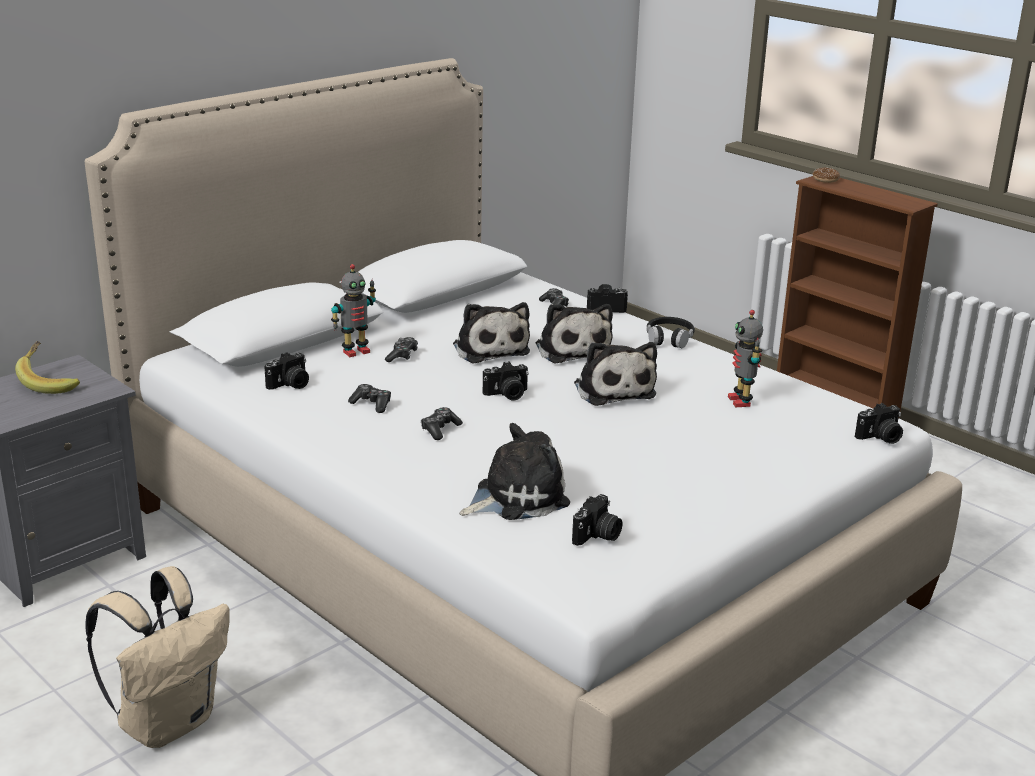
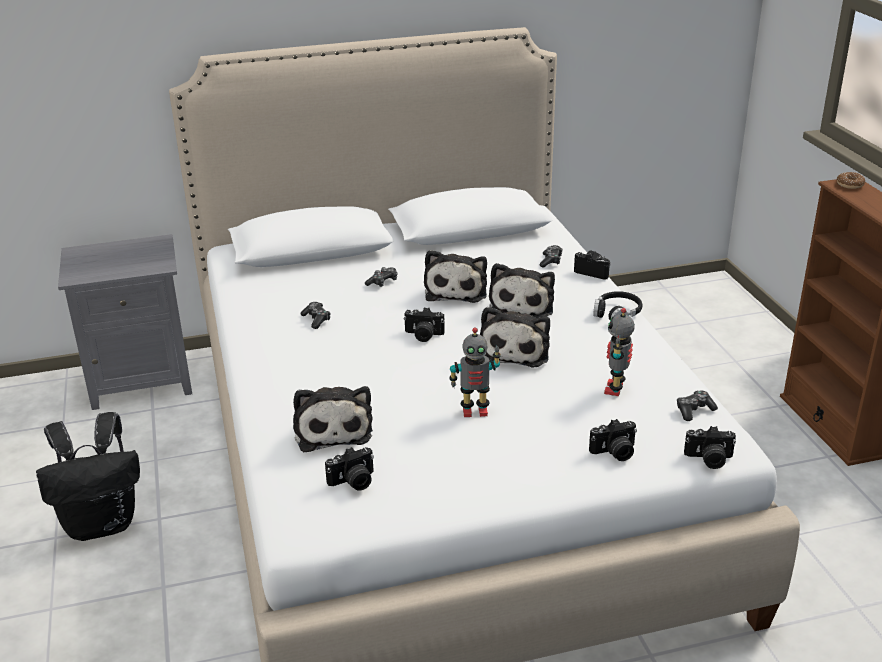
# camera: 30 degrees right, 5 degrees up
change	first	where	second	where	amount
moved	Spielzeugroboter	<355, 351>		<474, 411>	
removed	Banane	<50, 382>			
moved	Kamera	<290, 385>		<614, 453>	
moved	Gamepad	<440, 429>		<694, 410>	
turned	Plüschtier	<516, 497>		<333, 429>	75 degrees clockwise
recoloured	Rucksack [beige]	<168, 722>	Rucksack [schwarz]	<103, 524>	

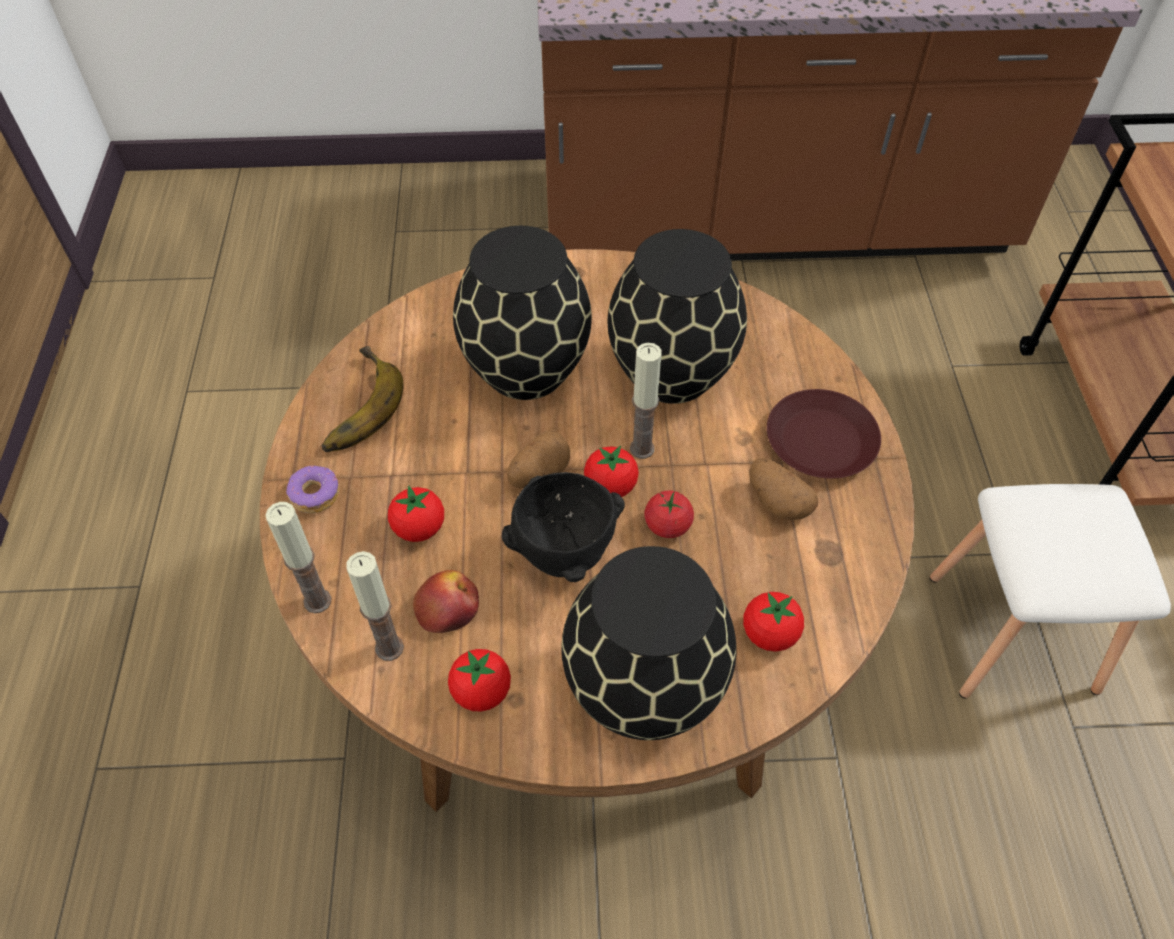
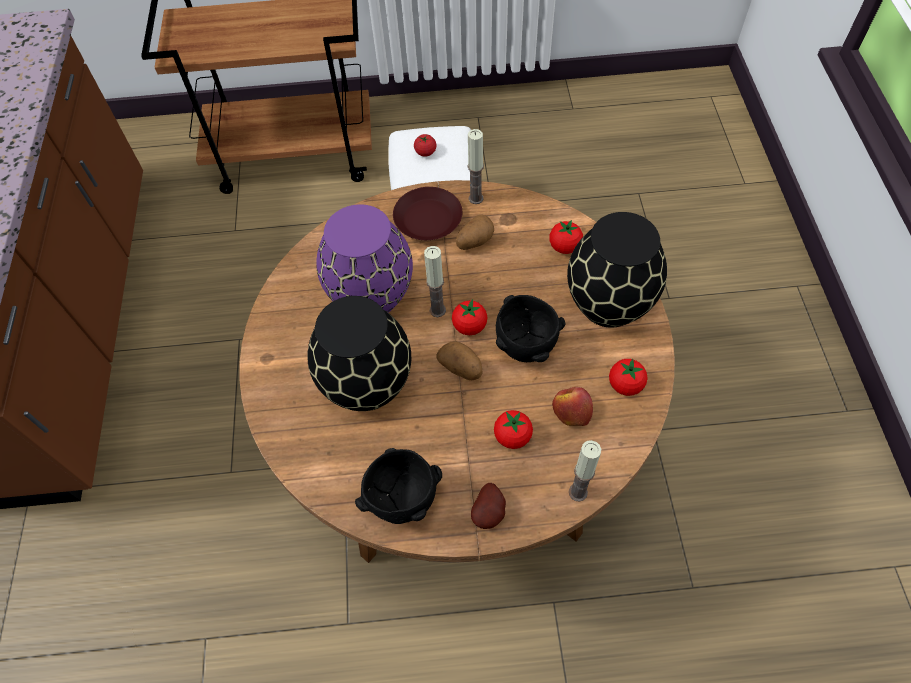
# camera: 90 degrees left, 5 degrees up
change	first	where	second	where	amount
recoloured	Vase [schwarz]	<670, 372>	Vase [lila]	<370, 296>	
replaced	Banane	<353, 406>	Schüssel [schwarz]	<404, 500>	
replaced	Donut	<314, 494>	Kartoffel	<490, 512>	
moved	Tomate	<667, 525>		<425, 152>	
moved	Kerze	<389, 648>		<476, 198>	

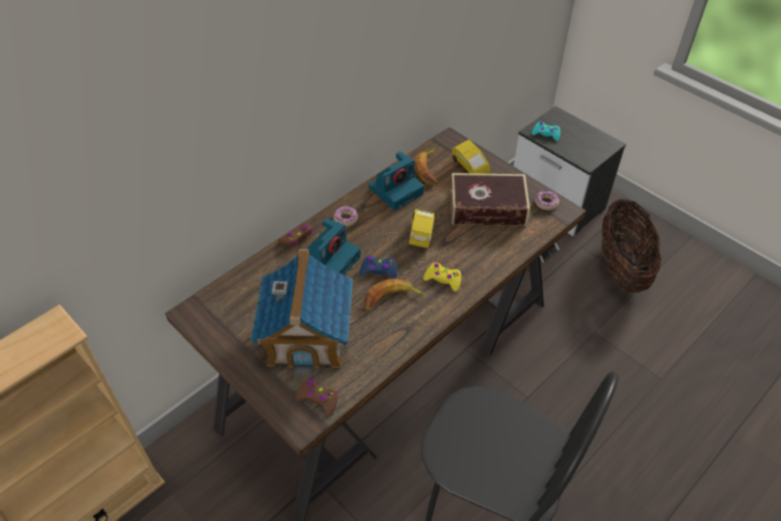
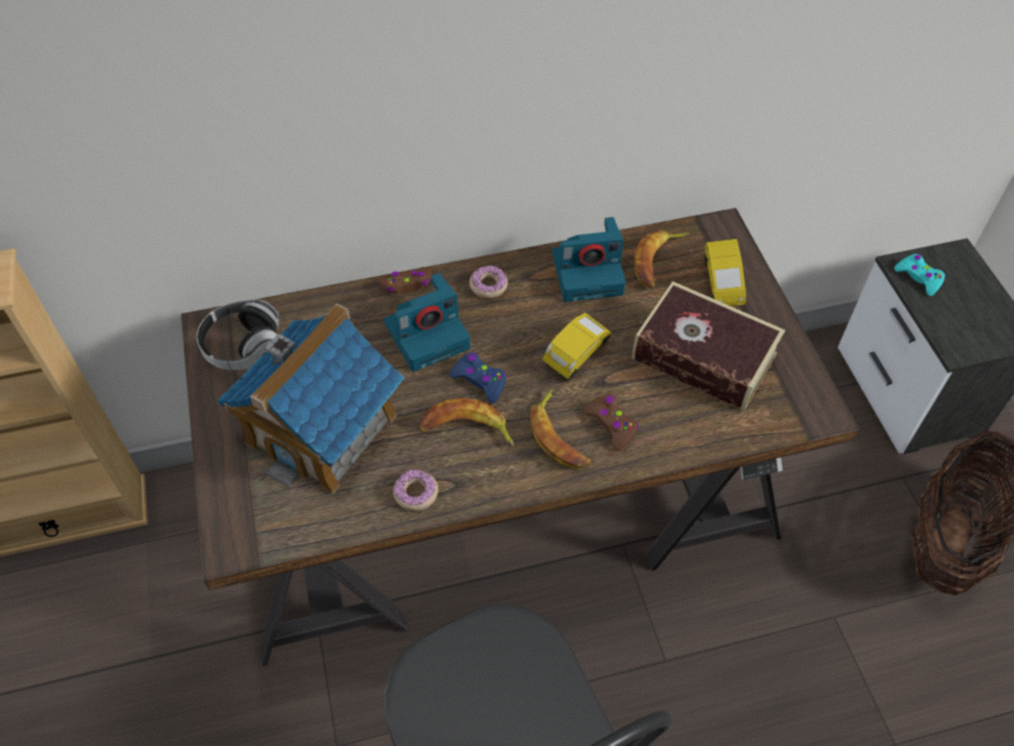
# camera: 30 degrees right, 5 degrees up
change	first	where	second	where	amount
moved	Donut	<546, 203>		<416, 493>	
replaced	Gamepad [gelb]	<443, 279>	Banane	<559, 436>	
moved	Gamepad [braun]	<318, 399>		<611, 425>	
added			Kopfhörer	<243, 347>	

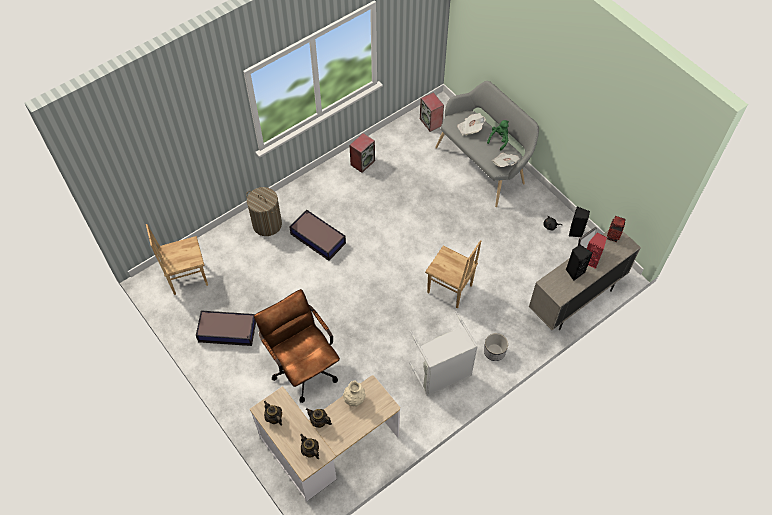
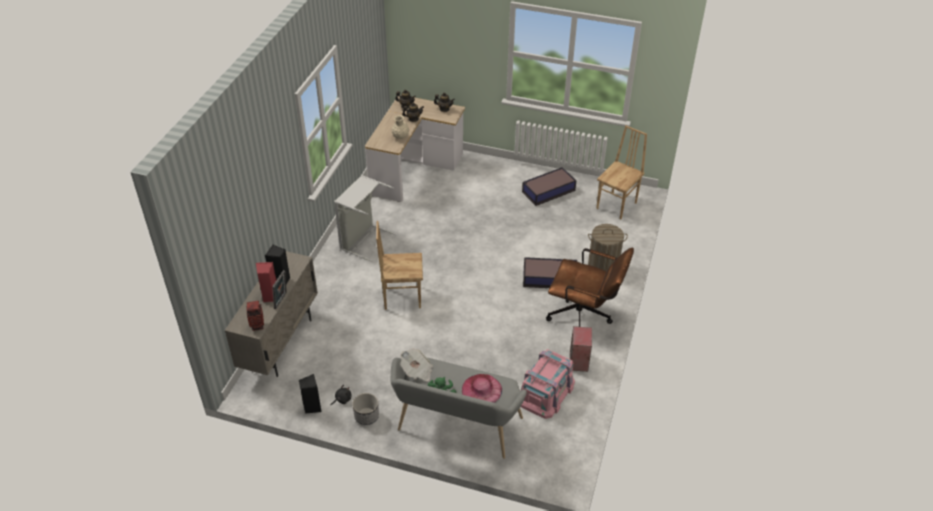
# camera: 145 degrees right, 15 degrees down
change	first	where	second	where	amount
removed	Lautsprecher	<431, 122>			
replaced	Zeitung	<470, 129>	Hut [rosa]	<481, 390>	
moved	Bürostuhl [braun]	<302, 365>		<584, 316>	
moved	Pflanzkübel	<494, 352>		<366, 416>	
added			Aufbewahrungsbox [rosa]	<546, 392>	

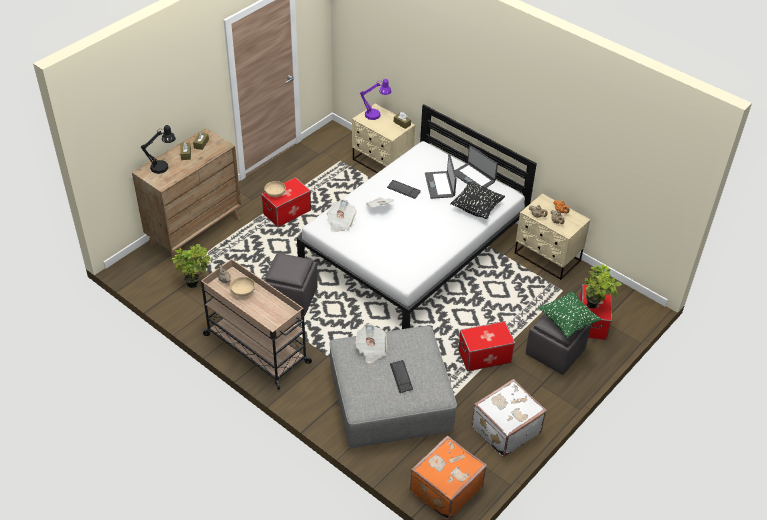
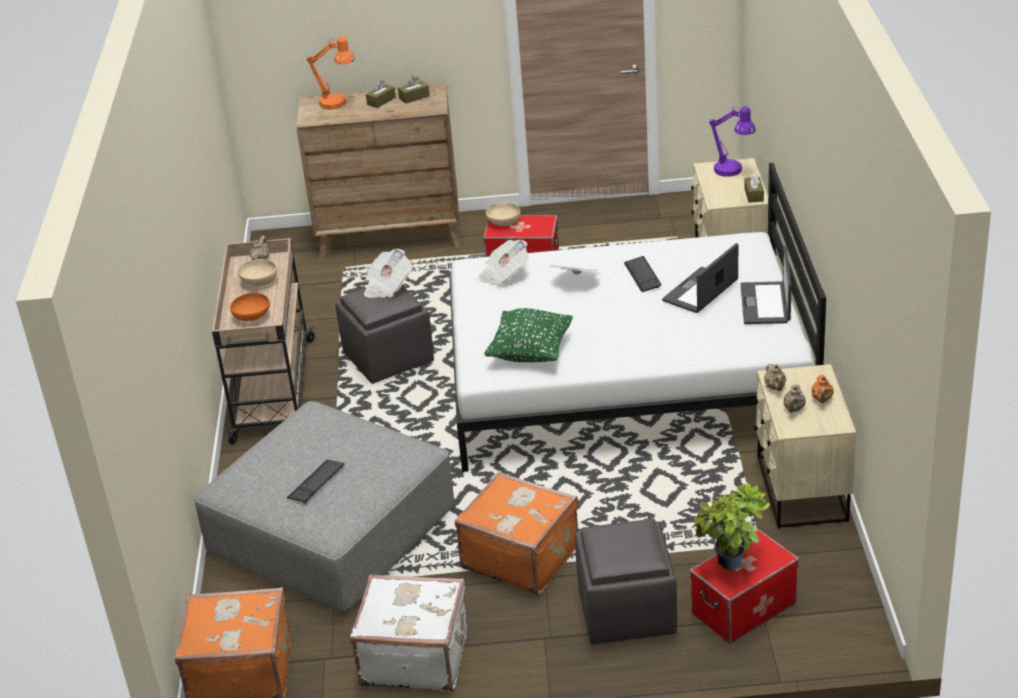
# camera: 50 degrees right, 10 degrees down
change	first	where	second	where	amount
recoloured	Tischlampe [schwarz]	<163, 167>	Tischlampe [orange]	<338, 104>	
removed	Kissen [schwarz]	<476, 208>			
removed	Topfpflanze	<195, 282>			
moved	Kissen [grün]	<567, 322>		<530, 353>	
replaced	Aufbewahrungsbox	<484, 356>	Koffer [orange]	<521, 556>	
moved	Zeitung	<371, 350>		<387, 286>	
added			Schüssel [orange]	<252, 317>	

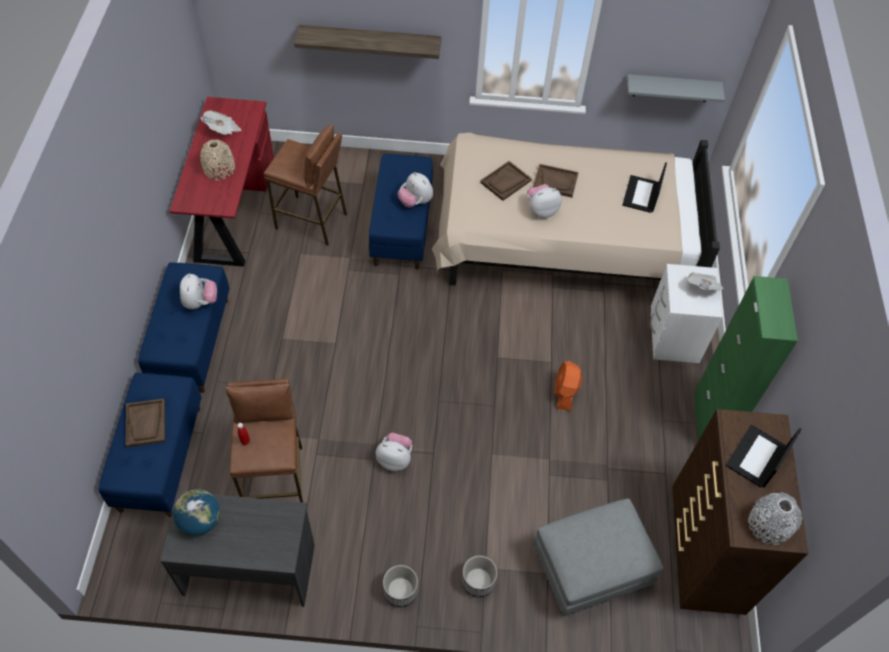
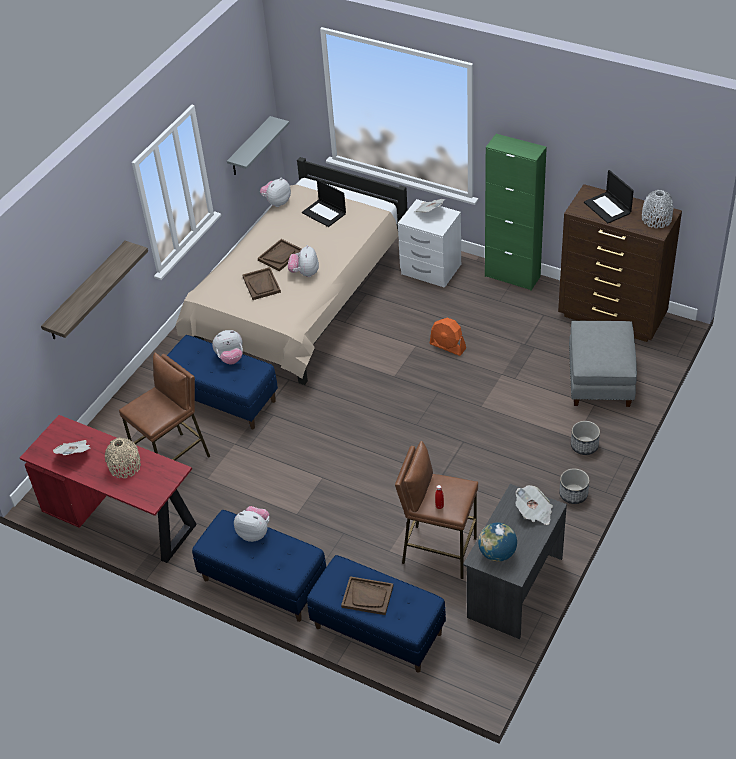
# camera: 60 degrees left, 10 degrees down
change	first	where	second	where	amount
moved	Plüschtier	<395, 459>		<276, 202>	
added			Zeitung	<534, 512>	

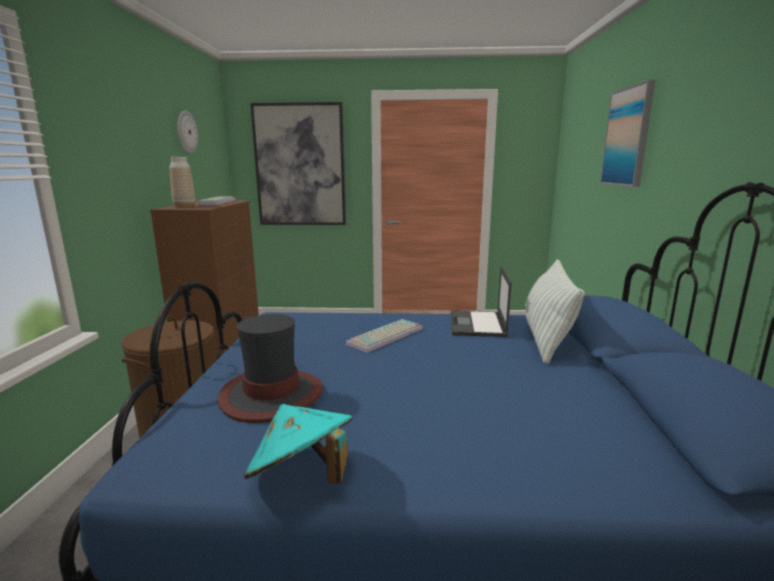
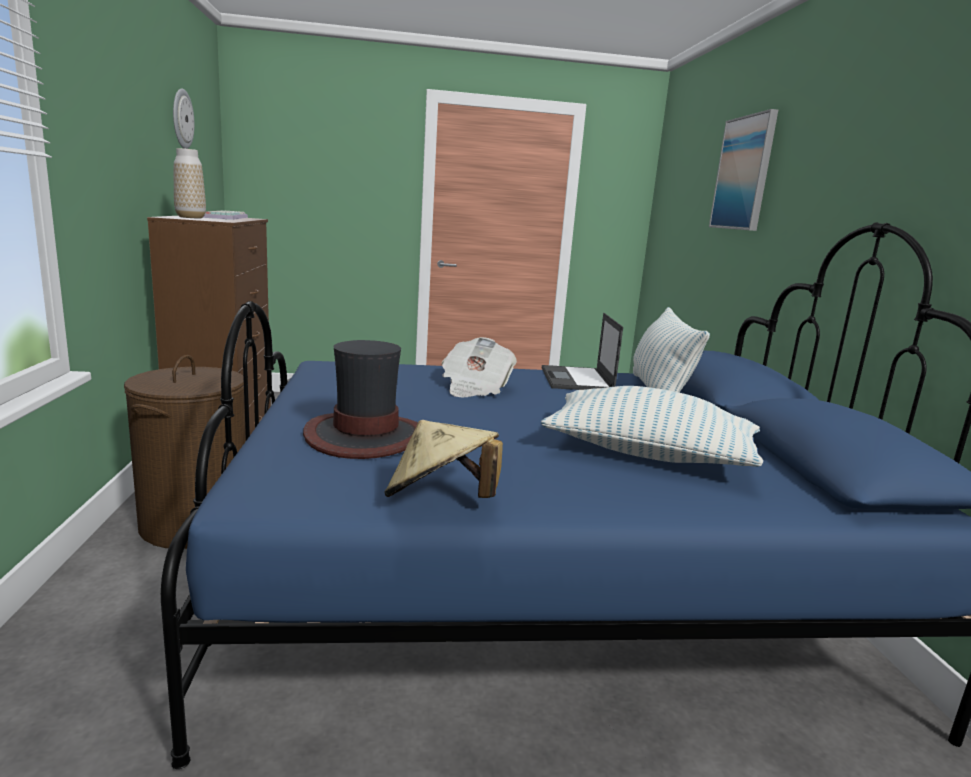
# camera: 10 degrees left, 0 degrees up
change	first	where	second	where	amount
removed	Bild	<300, 165>			
replaced	Tastatur	<386, 337>	Zeitung	<475, 388>	
recoloured	Hut [türkis]	<302, 477>	Hut [beige]	<441, 501>	
added			Kissen	<647, 454>	

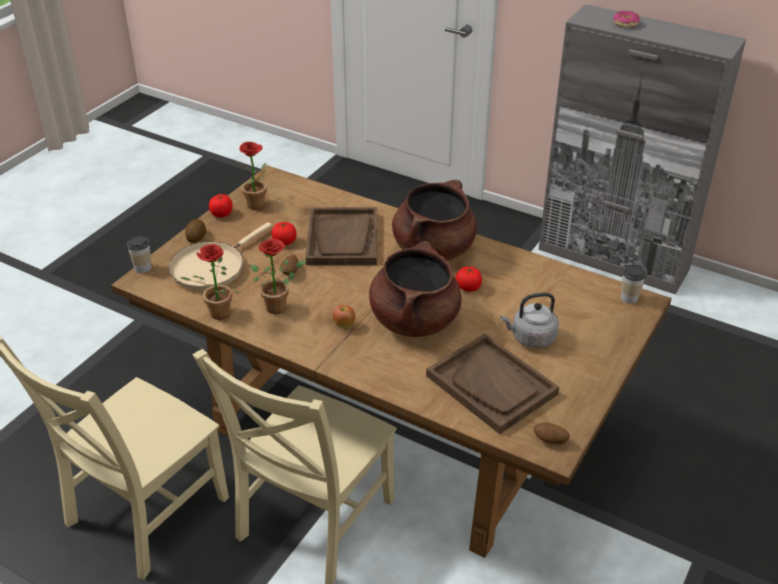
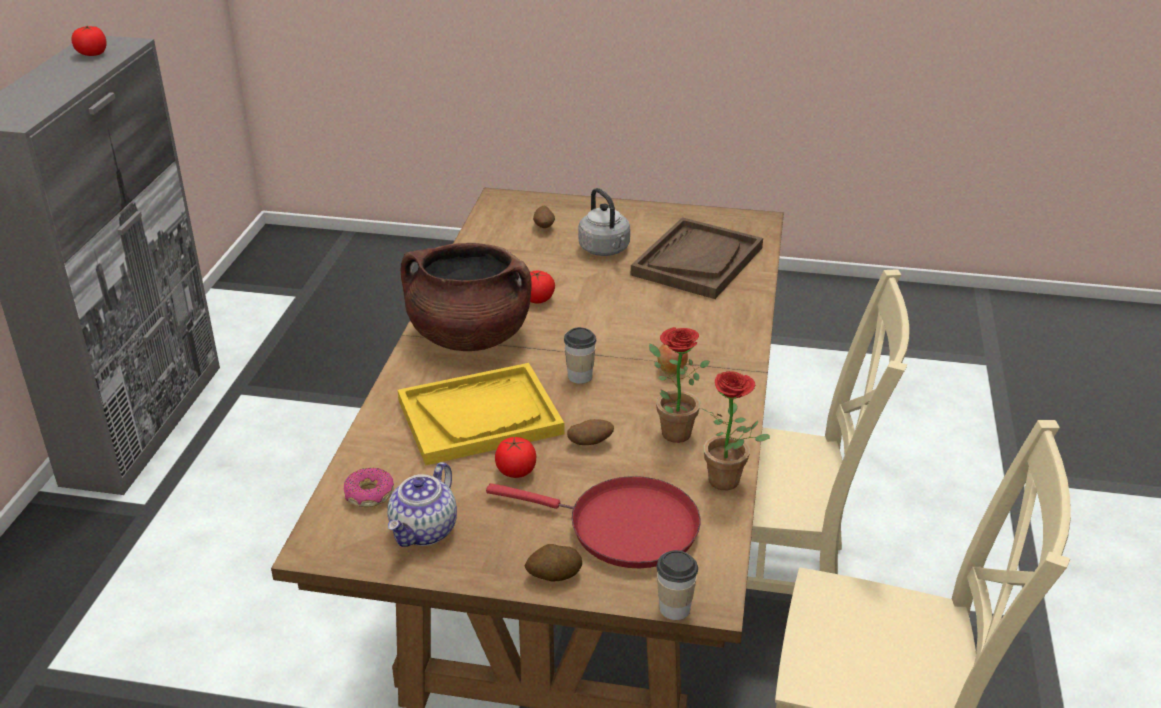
# camera: 110 degrees left, 5 degrees down
change	first	where	second	where	amount
moved	Donut	<625, 23>		<369, 495>	
replaced	Topfpflanze	<258, 206>	Teekanne	<424, 531>	
moved	Tomate	<222, 214>		<92, 54>	
recoloured	Tablett [braun]	<343, 239>	Tablett [gelb]	<480, 417>	
recoloured	Pfanne [beige]	<211, 267>	Pfanne [rot]	<624, 527>	
removed	Kochtopf [braun]	<414, 320>			
moved	Tasse	<629, 298>		<580, 376>	
moved	Kartoffel	<550, 441>		<544, 227>	

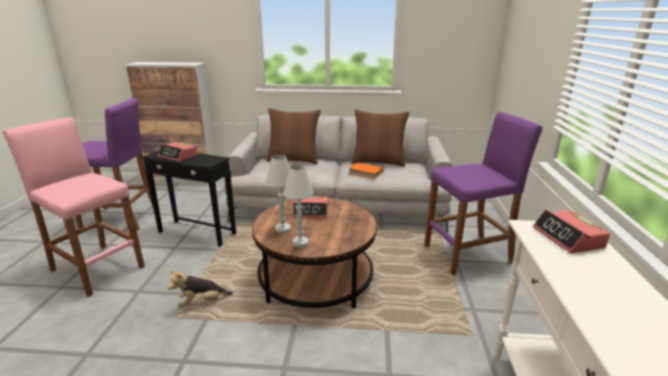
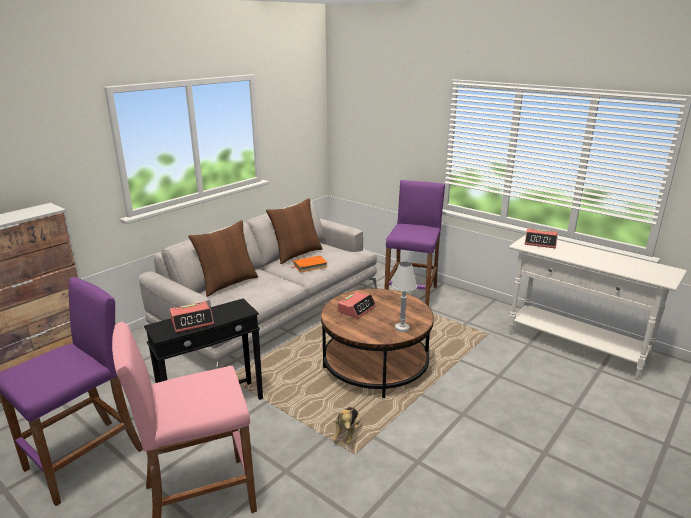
# camera: 55 degrees left, 0 degrees up
change	first	where	second	where	amount
removed	Tischlampe [weiß]	<282, 229>			

